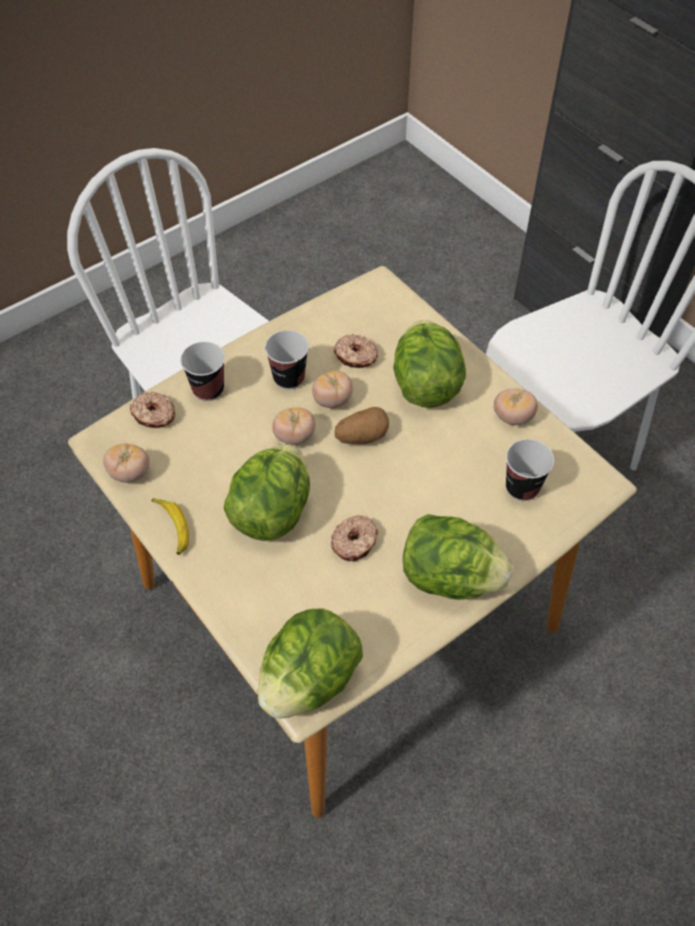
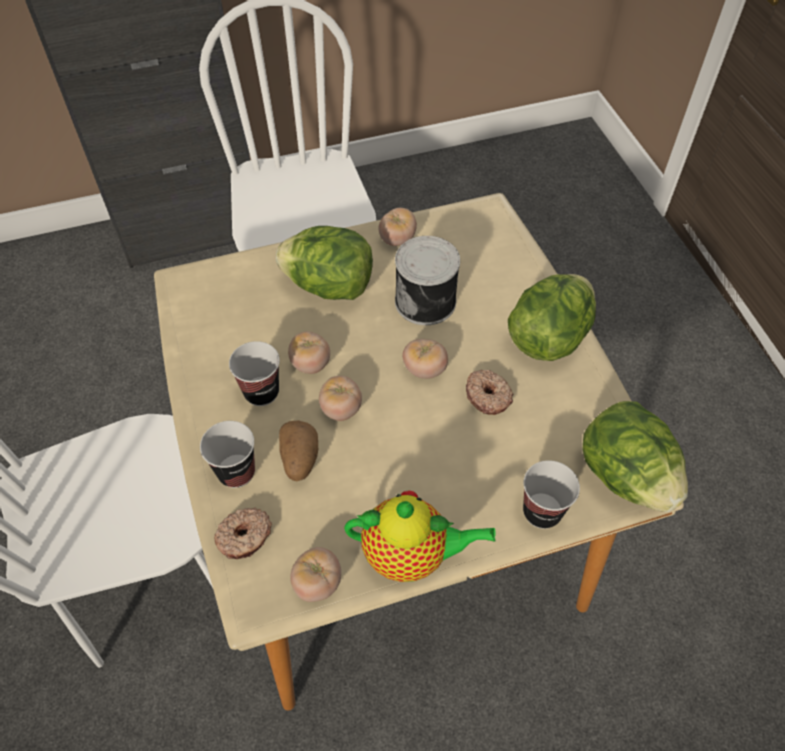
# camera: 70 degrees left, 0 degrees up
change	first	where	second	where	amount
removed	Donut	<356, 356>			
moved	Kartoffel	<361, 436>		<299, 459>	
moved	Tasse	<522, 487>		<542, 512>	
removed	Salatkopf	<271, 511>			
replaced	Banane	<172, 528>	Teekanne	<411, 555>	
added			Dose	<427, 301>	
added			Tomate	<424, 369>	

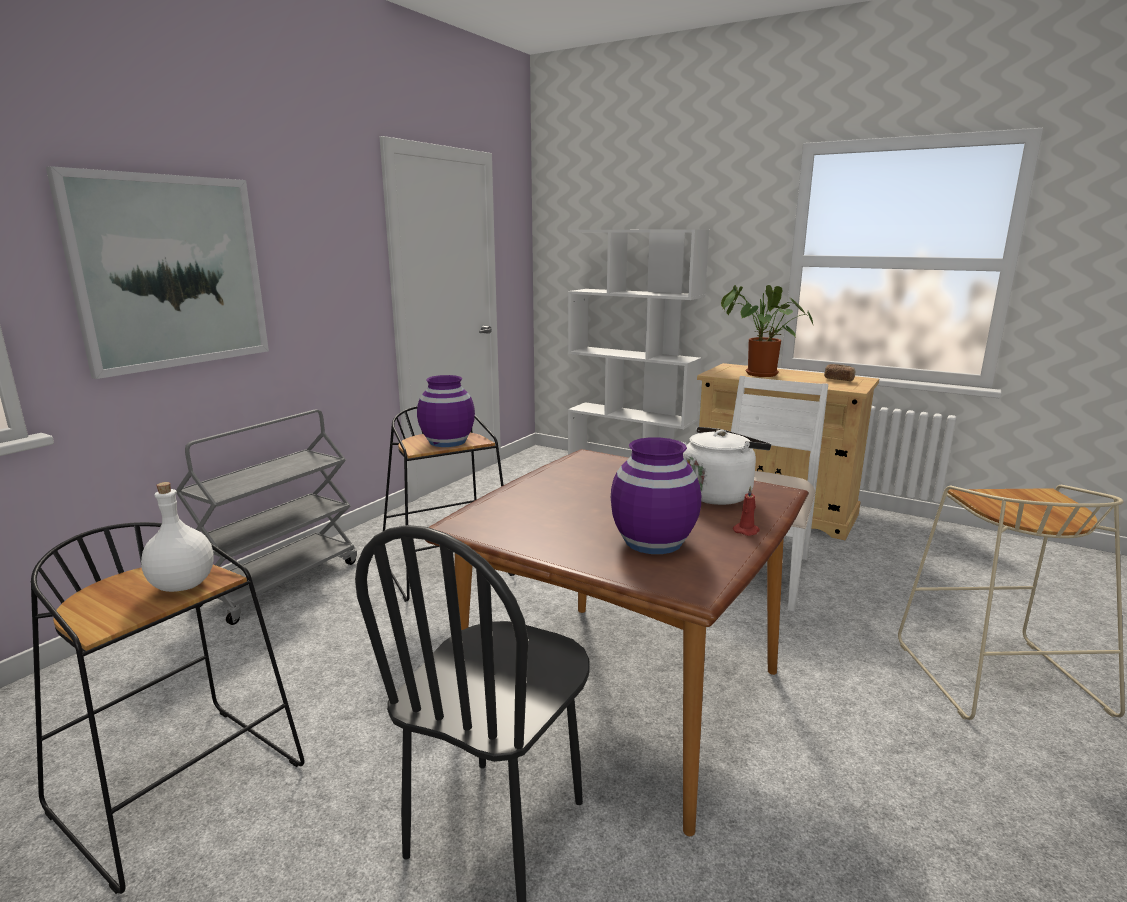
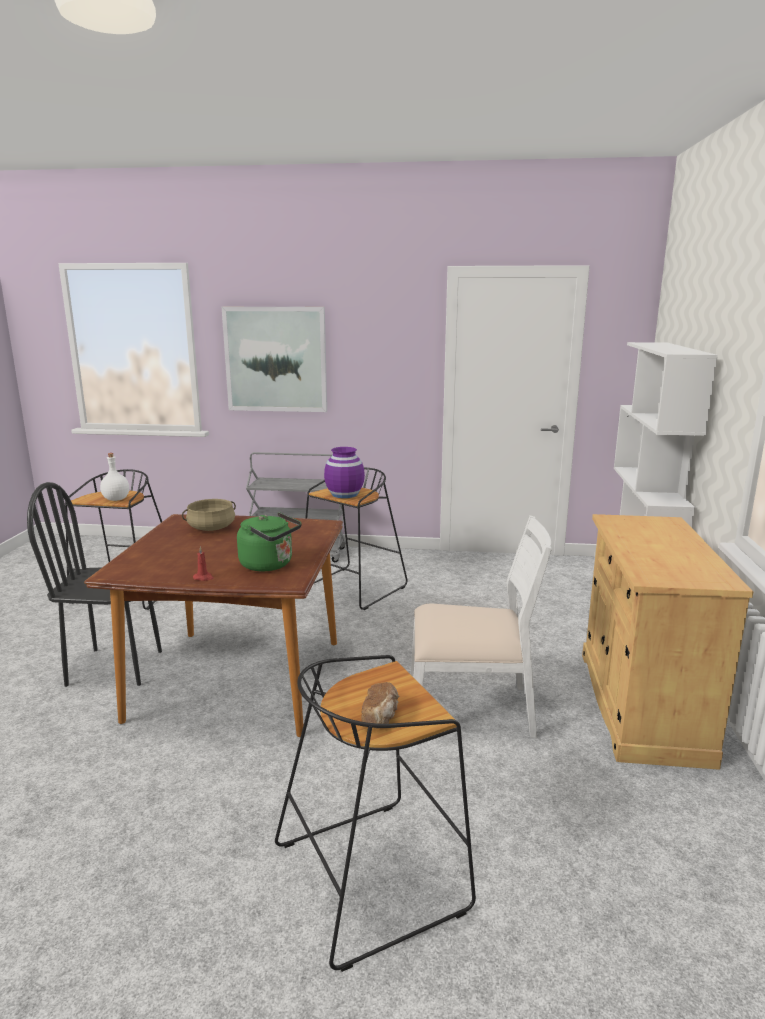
# camera: 65 degrees right, 0 degrees up
change	first	where	second	where	amount
removed	Topfpflanze	<757, 374>			
moved	Brot	<838, 380>		<381, 716>	
recoloured	Wasserkessel [weiß]	<718, 494>	Wasserkessel [grün]	<269, 565>	
removed	Vase [lila]	<653, 541>			
recoloured	Hocker [beige]	<994, 675>	Hocker [schwarz]	<373, 874>	
added			Kochtopf [beige]	<211, 528>	

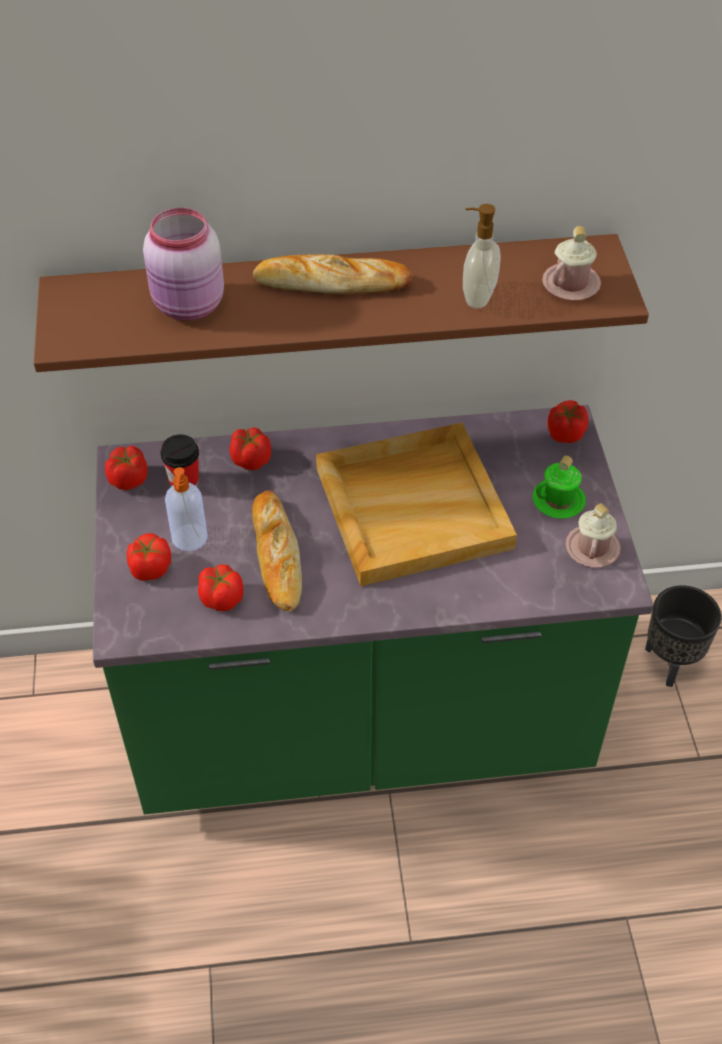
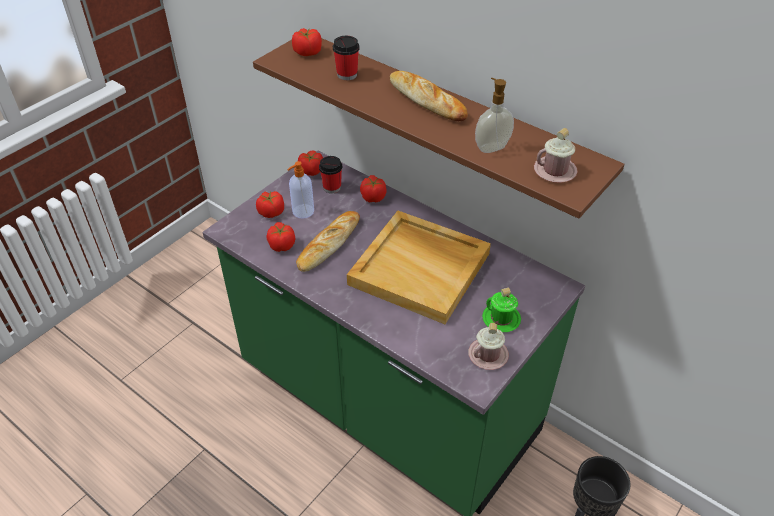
# camera: 45 degrees right, 5 degrees down
change	first	where	second	where	amount
replaced	Vorratsglas [rosa]	<189, 306>	Tasse	<347, 75>	
moved	Tomate	<565, 433>		<307, 52>	

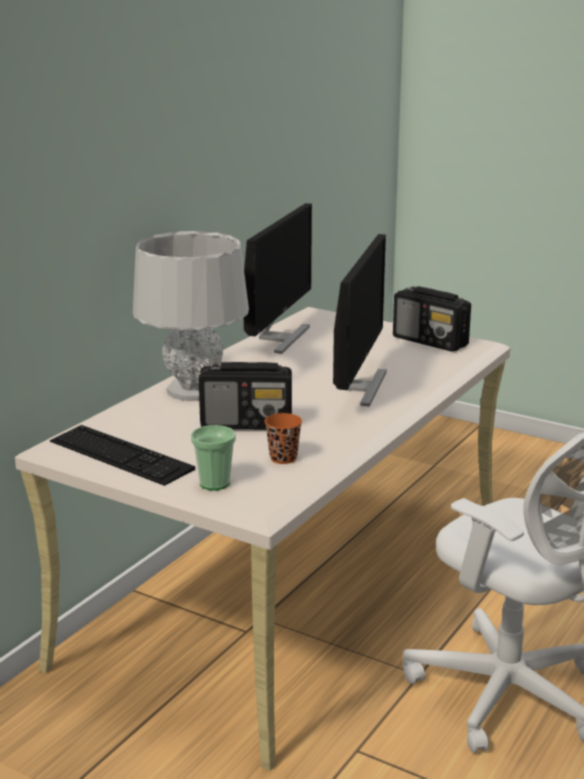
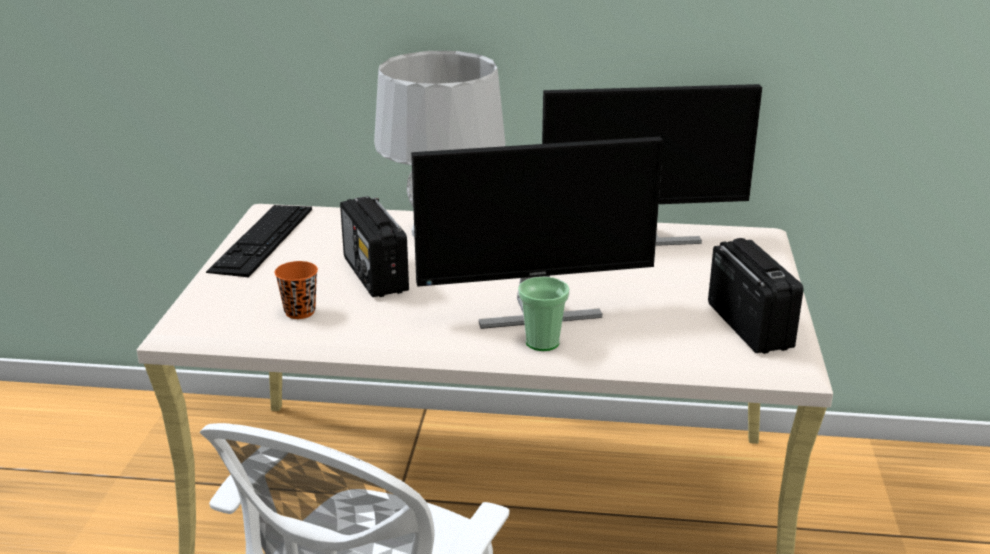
# camera: 65 degrees right, 5 degrees up
change	first	where	second	where	amount
turned	Radio	<430, 342>		<749, 325>	150 degrees clockwise
moved	Tasse	<214, 483>		<542, 342>	

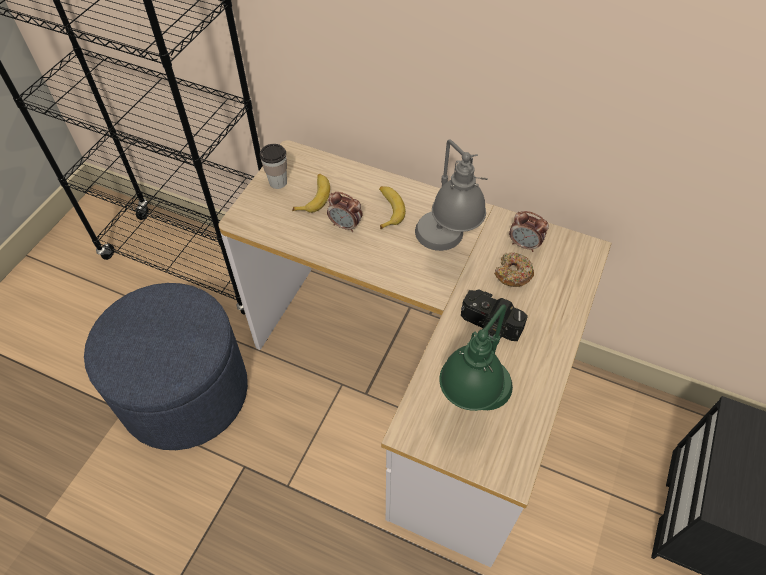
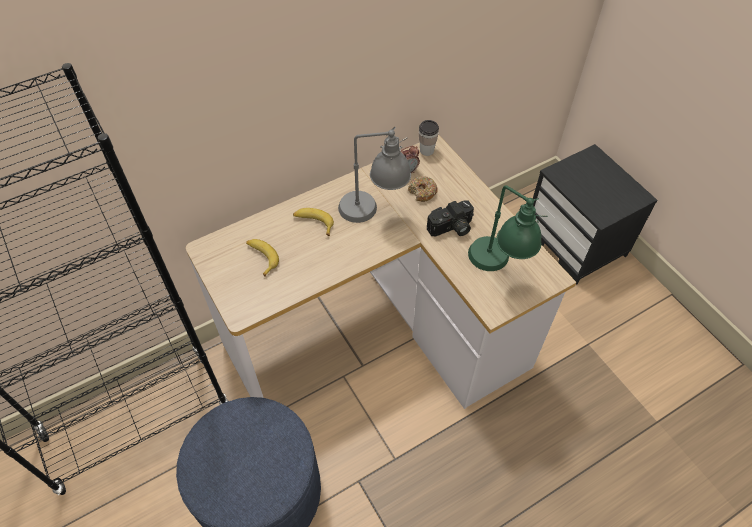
# camera: 55 degrees left, 0 degrees up
change	first	where	second	where	amount
moved	Tasse	<278, 182>		<426, 150>	
removed	Wecker	<345, 225>			

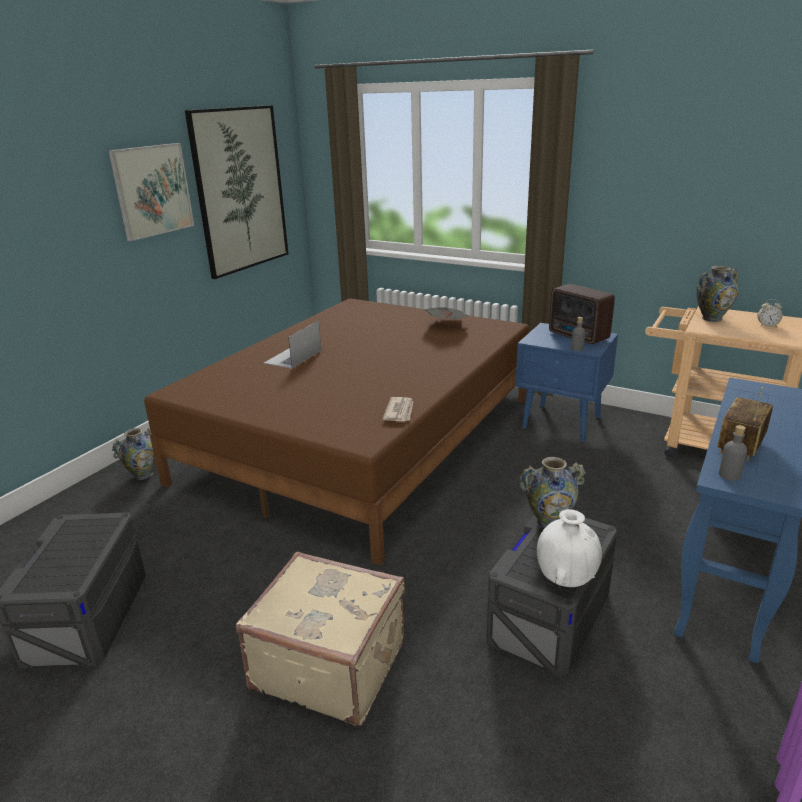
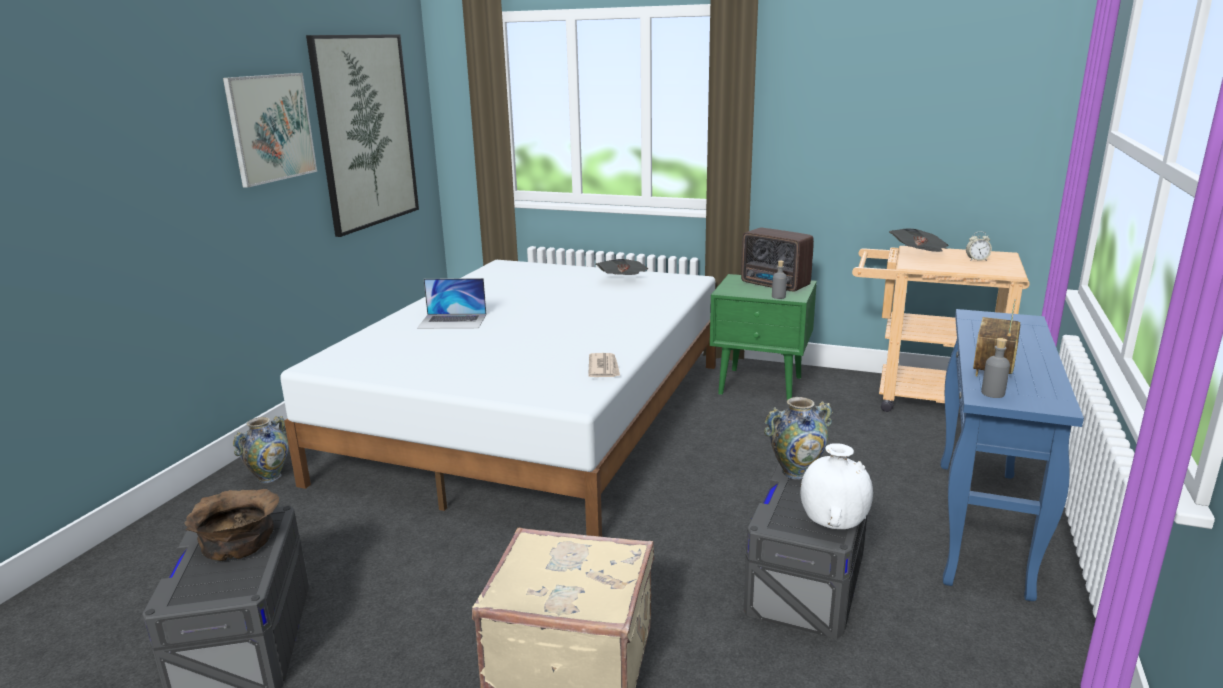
# camera: 10 degrees left, 5 degrees down
change	first	where	second	where	amount
replaced	Vase	<712, 318>	Zeitung	<918, 256>	
recoloured	Bett [braun]	<363, 439>	Bett [weiß]	<536, 418>	
turned	Laptop	<293, 357>		<452, 321>	105 degrees counterclockwise
recoloured	Nachttisch [blau]	<562, 422>	Nachttisch [grün]	<761, 386>	
added			Schüssel [braun]	<239, 538>	

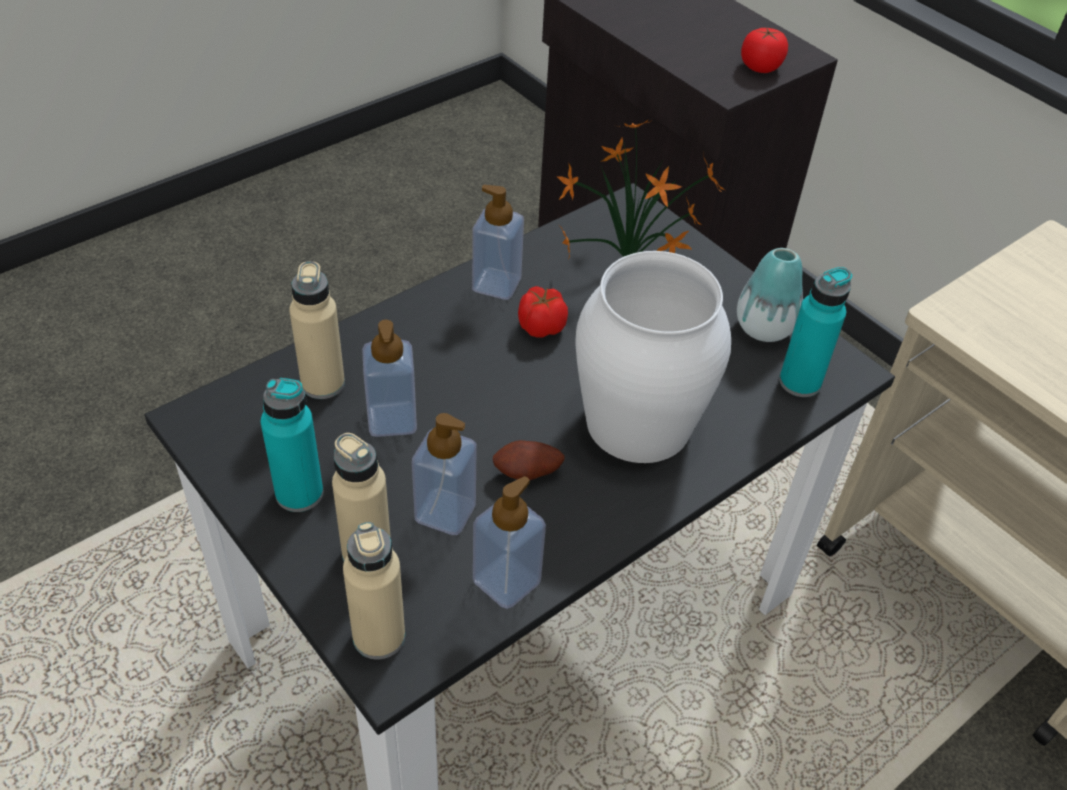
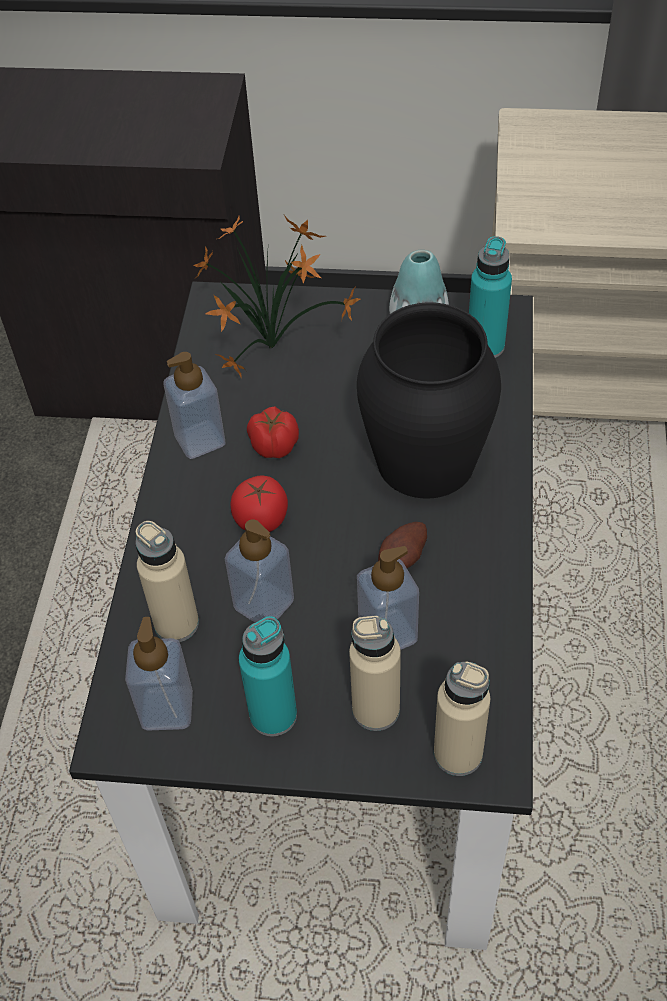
# camera: 40 degrees left, 5 degrees up
change	first	where	second	where	amount
moved	Tomate	<760, 67>		<261, 519>	
recoloured	Vase [weiß]	<637, 422>	Vase [schwarz]	<424, 460>	
moved	Seifenspender	<506, 581>		<167, 708>	

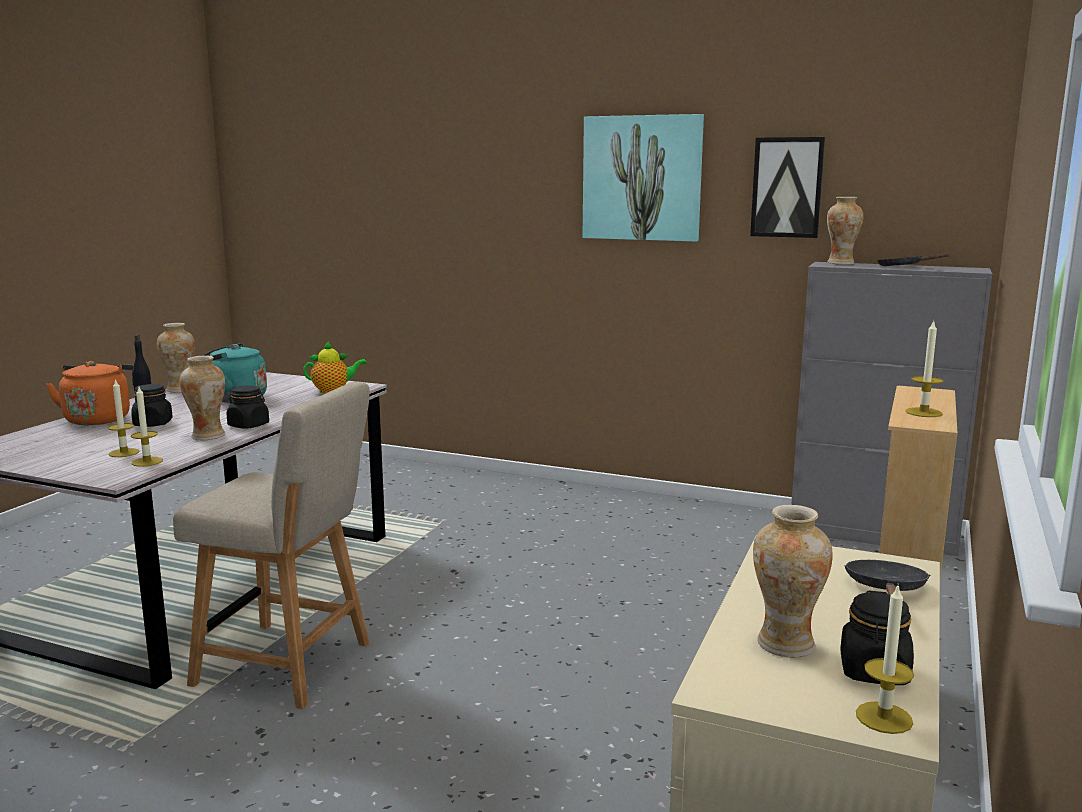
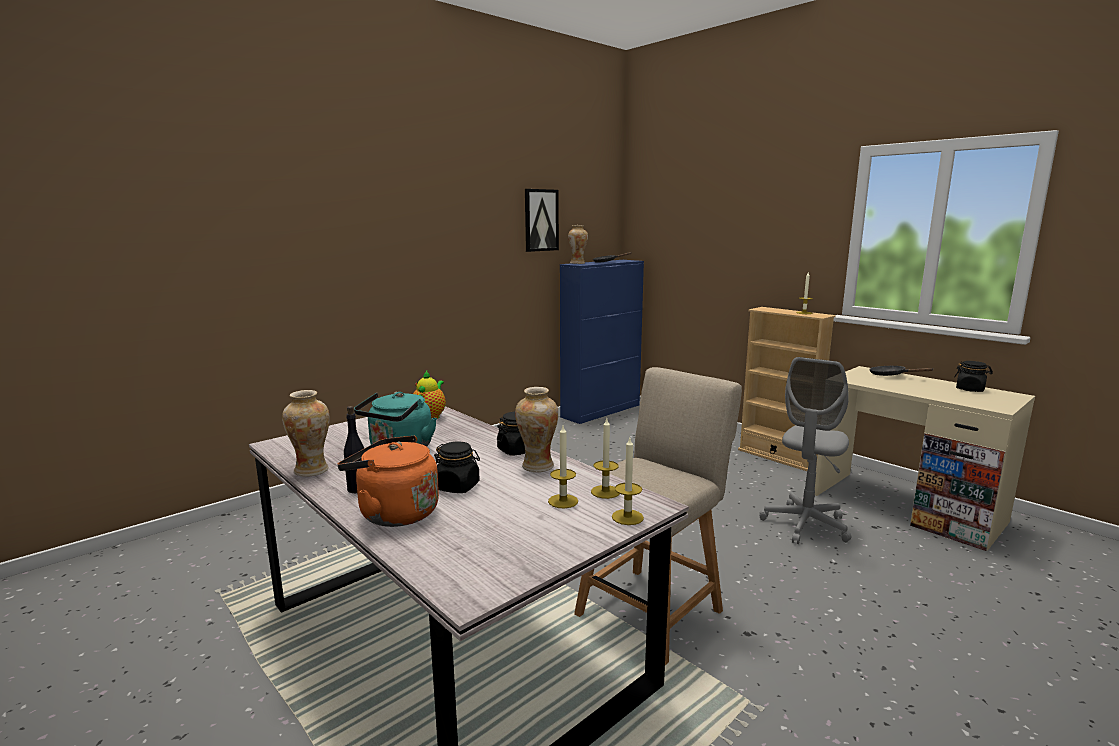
# camera: 65 degrees left, 0 degrees up
change	first	where	second	where	amount
removed	Bild	<641, 178>			
recoloured	Schrank [grau]	<873, 535>	Schrank [blau]	<601, 411>	
removed	Vase	<785, 644>			
moved	Kerze	<884, 717>		<627, 517>	
added			Bürostuhl [grau]	<805, 525>	

